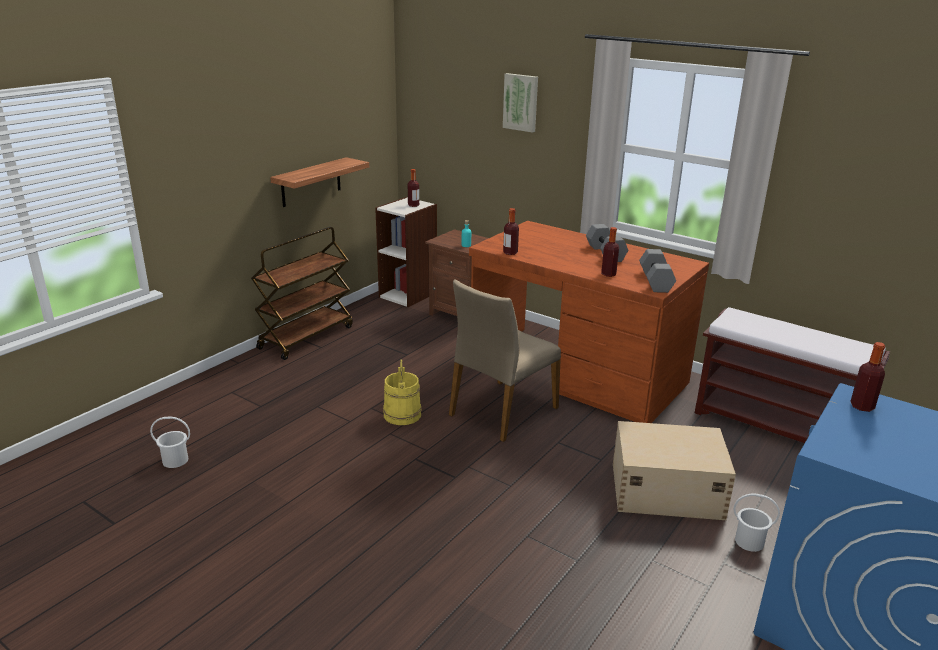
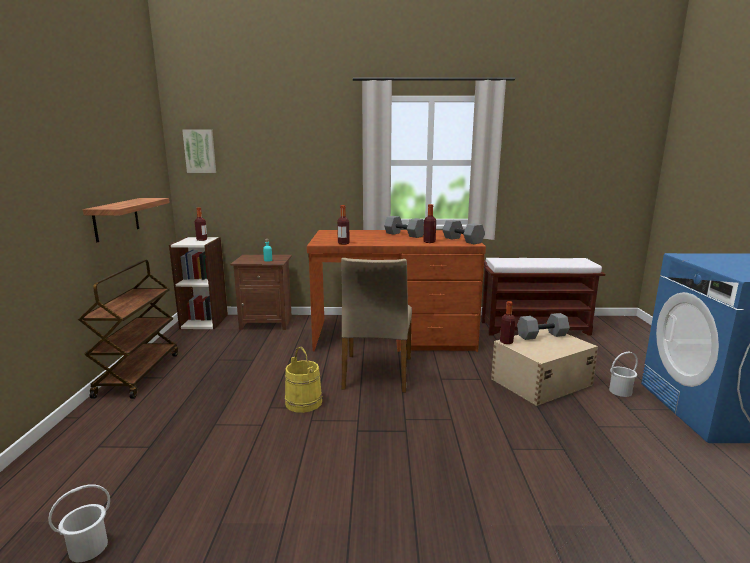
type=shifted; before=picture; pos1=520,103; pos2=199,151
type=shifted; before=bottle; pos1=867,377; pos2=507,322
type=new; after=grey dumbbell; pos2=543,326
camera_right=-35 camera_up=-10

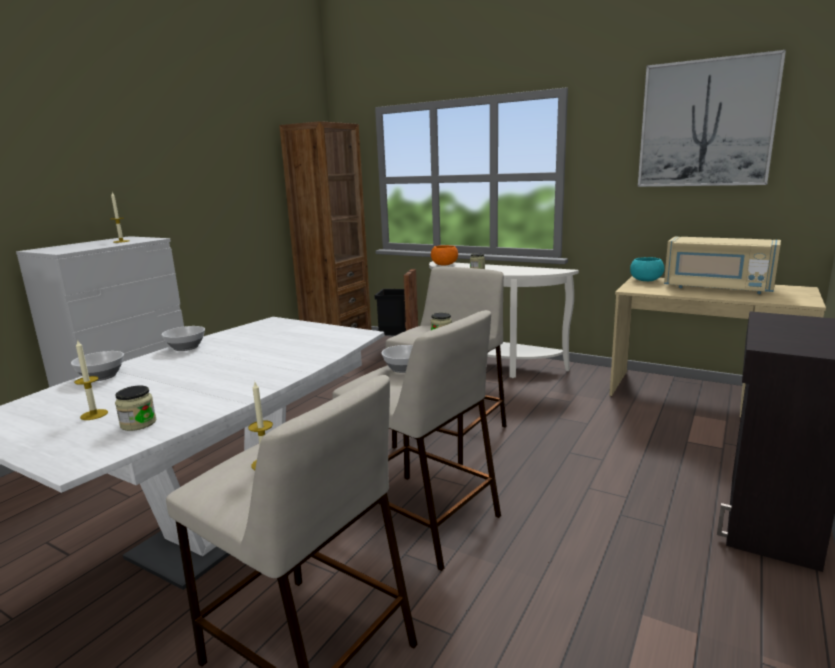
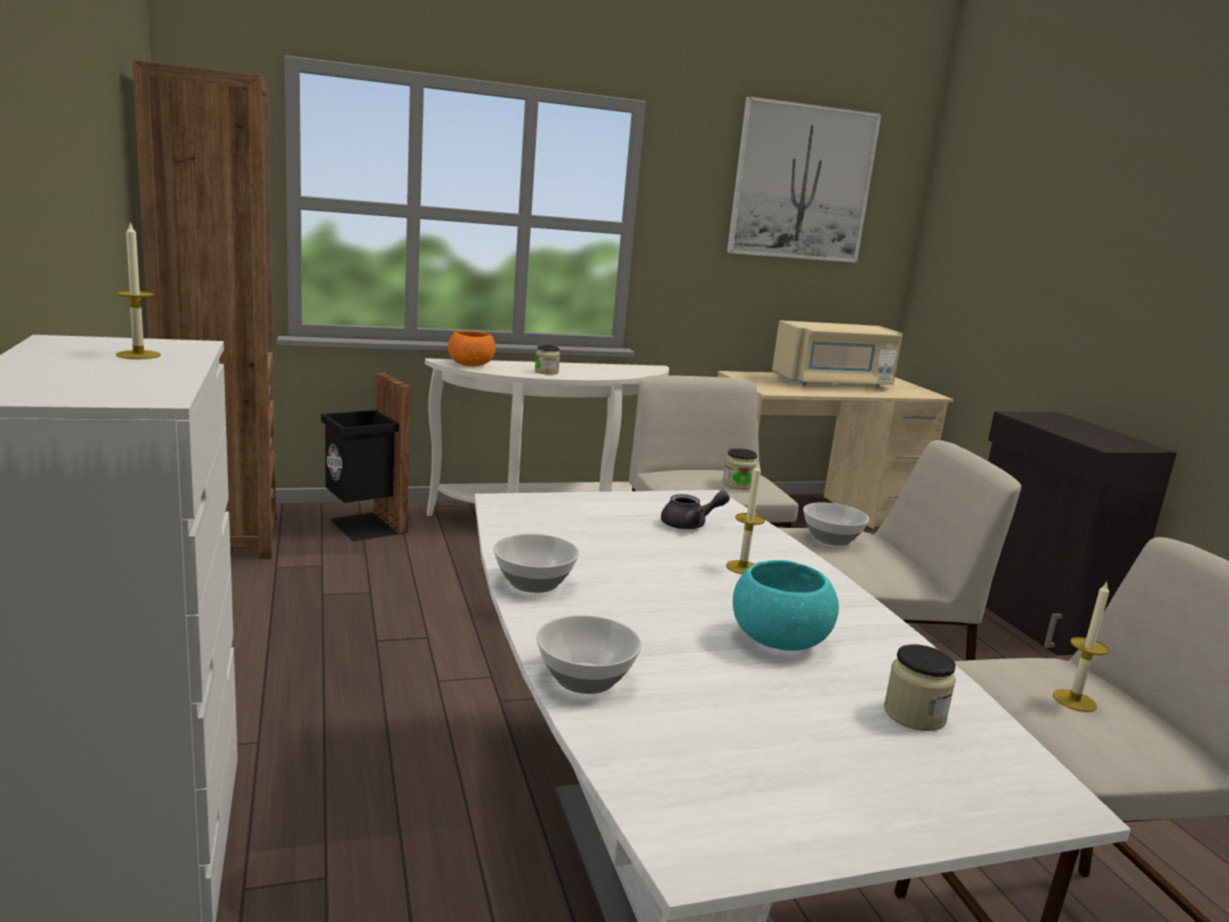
type=new; after=grey teapot; pos2=695,510
type=shifted; before=candle; pos1=91,379; pos2=745,518
type=shifted; before=turquoise bowl; pos1=647,269; pos2=786,605
camera_right=-50 camera_up=0

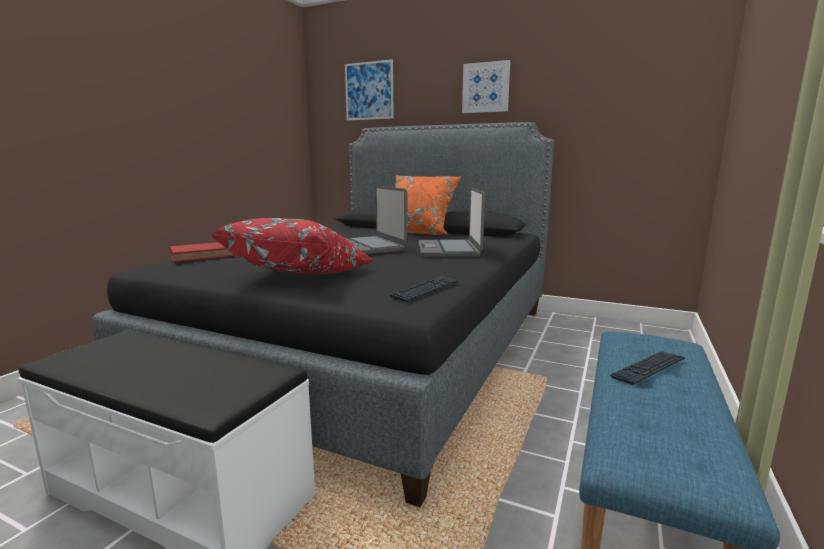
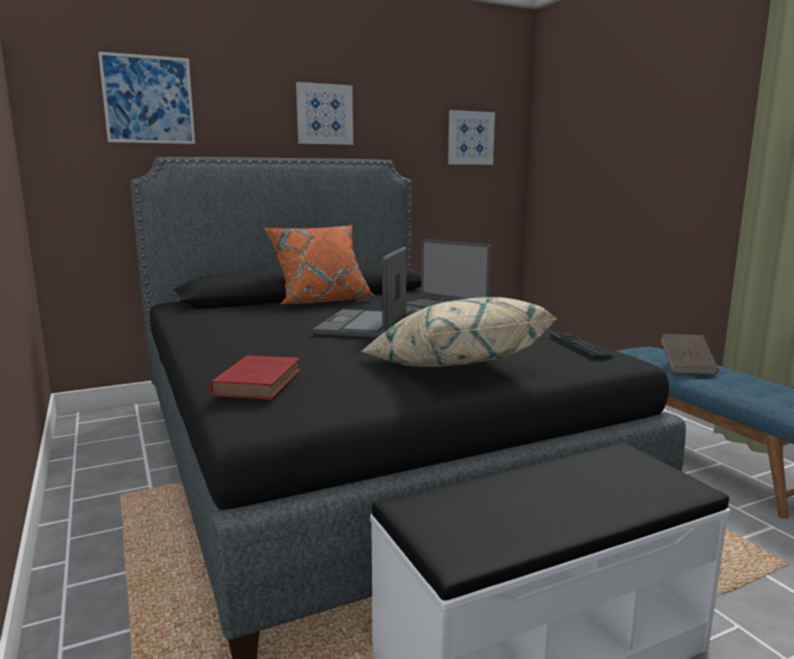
type=rotated; before=laptop; pos1=376,220; pos2=360,292; turn=90
type=repainted; before=red pillow; after=beige pillow; pos1=292,246; pos2=459,332
type=new; after=picture; pos2=471,137
type=swapped; before=keyboard; after=brown book; pos1=647,368; pos2=690,354
camera_right=-50 camera_up=0

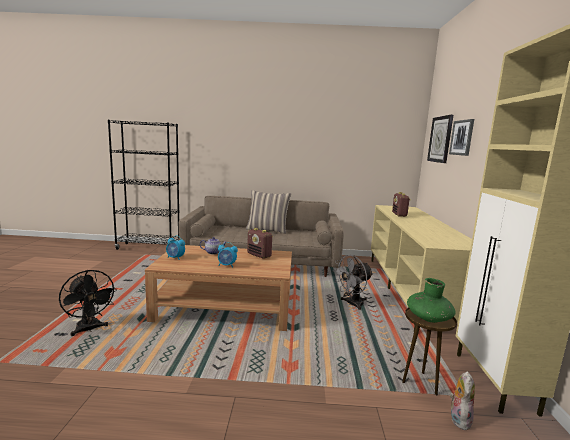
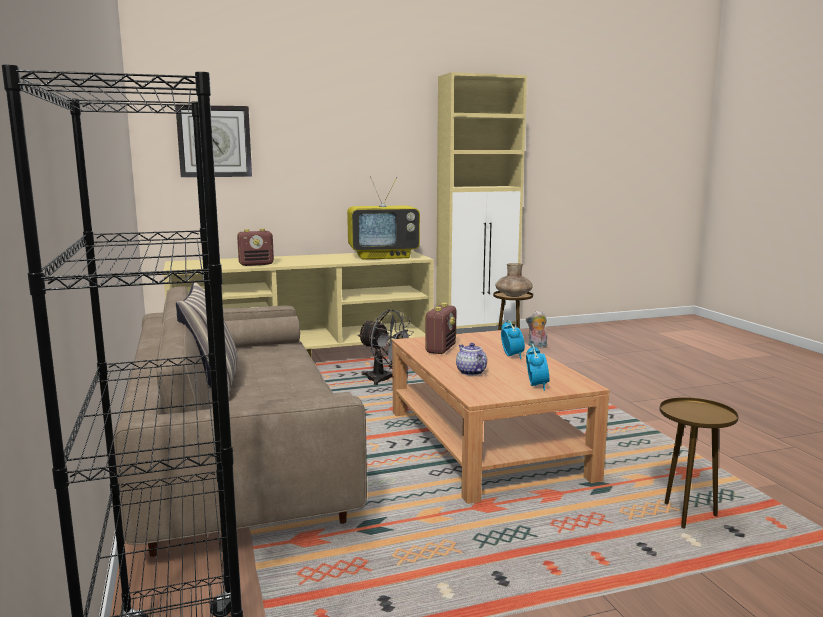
type=new; after=television; pos2=383,218
type=repainted; before=green vase; after=brown vase; pos1=431,300; pos2=514,280
type=swapped; before=black fan; after=brown side table; pos1=88,303; pos2=699,463
type=gone; before=picture; pos1=461,137
camera_right=-110 camera_up=0

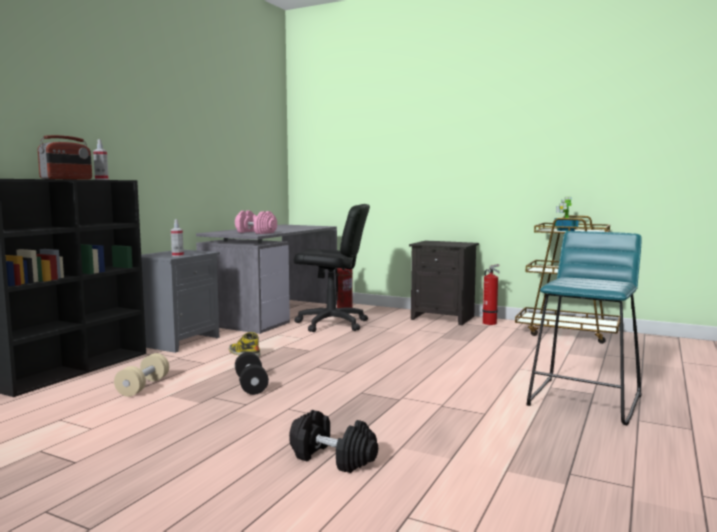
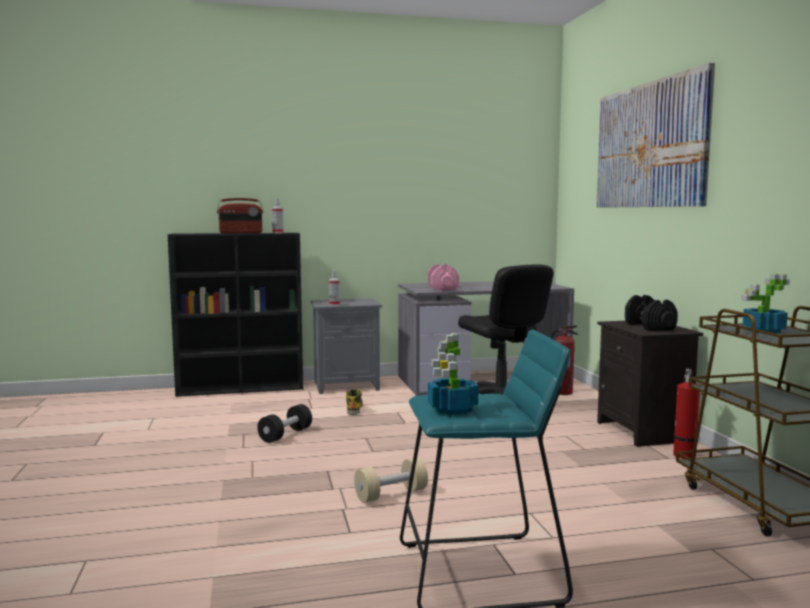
type=shifted; before=beige dumbbell; pos1=141,375; pos2=391,480
type=new; after=potted plant; pos2=453,374
type=new; after=picture; pos2=655,135
type=shifted; before=black dumbbell; pos1=333,441; pos2=651,313
camera_right=50 camera_up=0

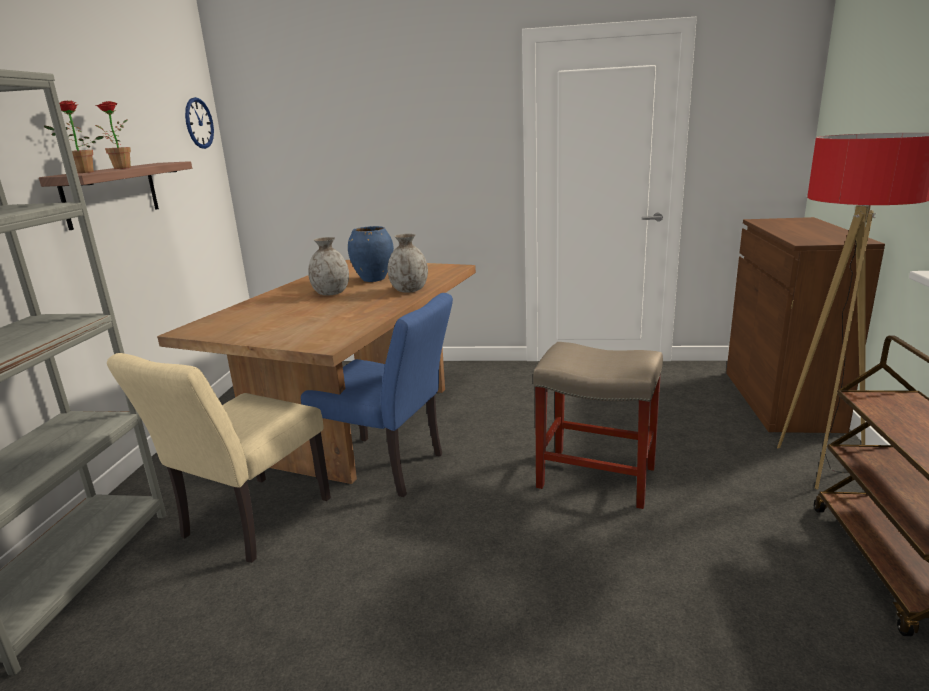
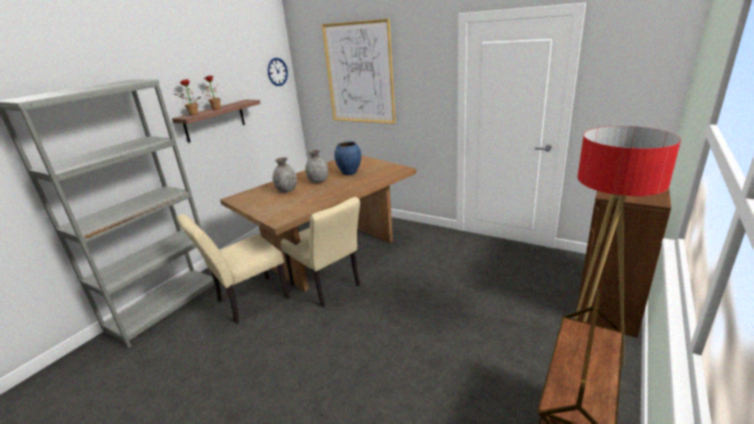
type=shifted; before=grey vase; pos1=408,263; pos2=285,174
type=repainted; before=blue chair; after=beige chair; pos1=377,395; pos2=321,252
type=new; after=picture; pos2=359,71
type=gone; before=beige stool; pos1=598,425
camera_right=25 camera_up=5

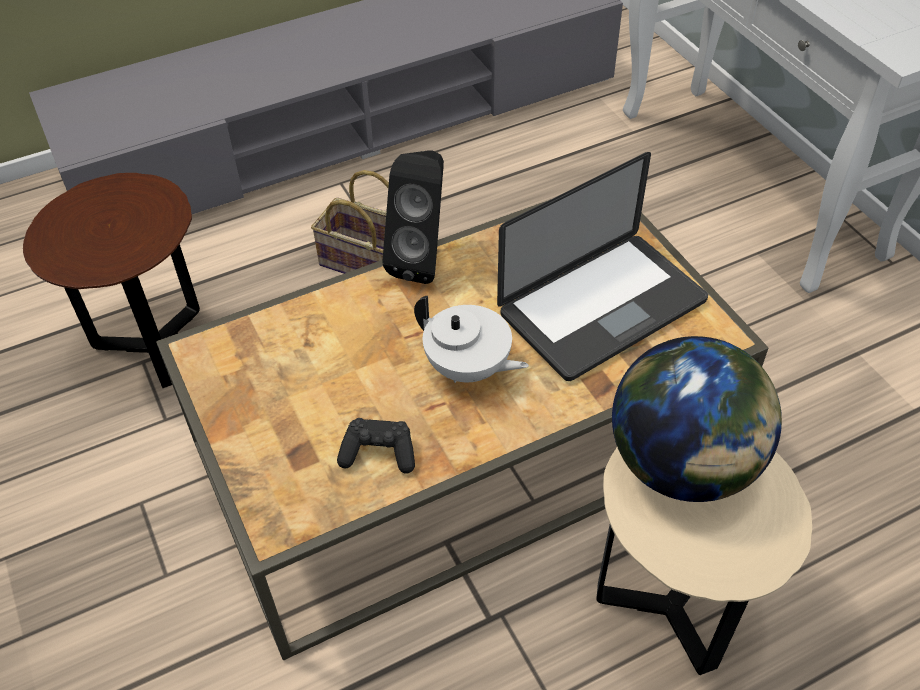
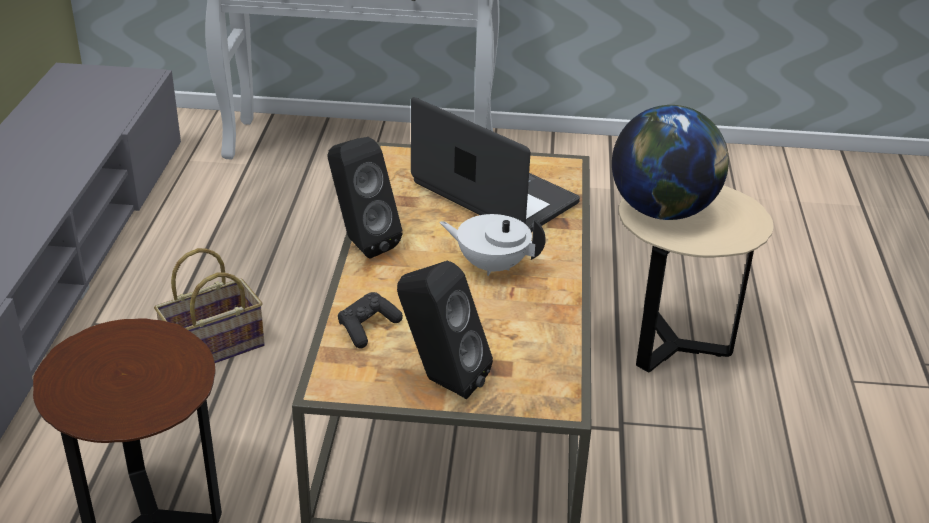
type=shifted; before=black game controller; pos1=376,445; pos2=370,320
type=new; after=black speaker; pos2=445,330
type=rotated; before=laptop; pos1=602,266; pos2=495,164; turn=-45
type=rotated; before=white teapot; pos1=471,339; pos2=492,245; turn=-135
camera_right=-60 camera_up=-15

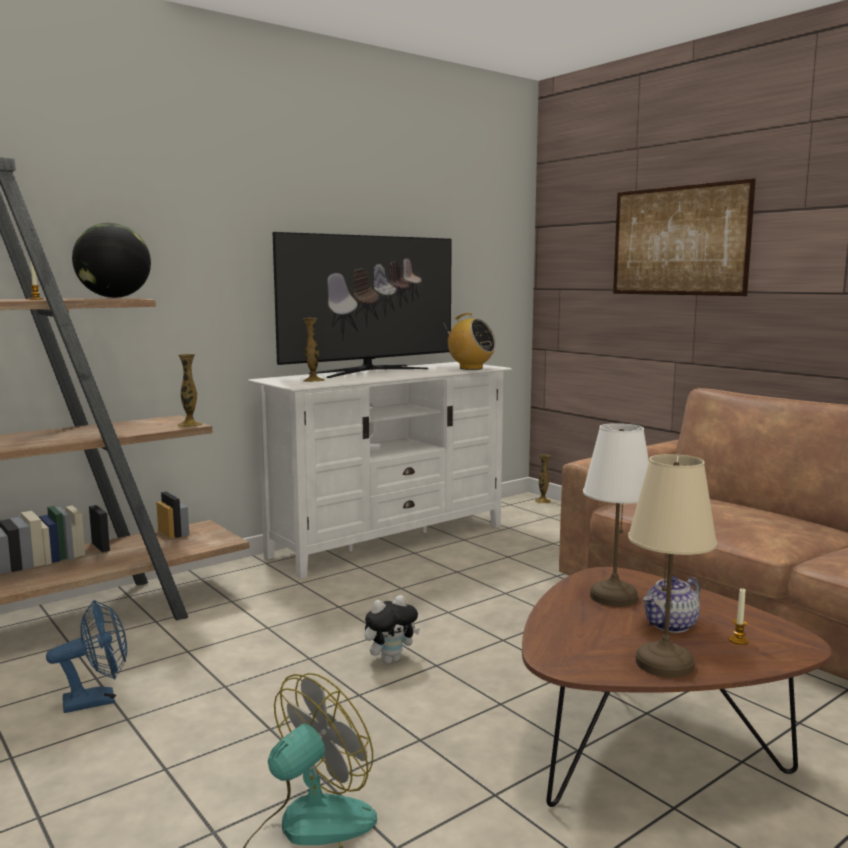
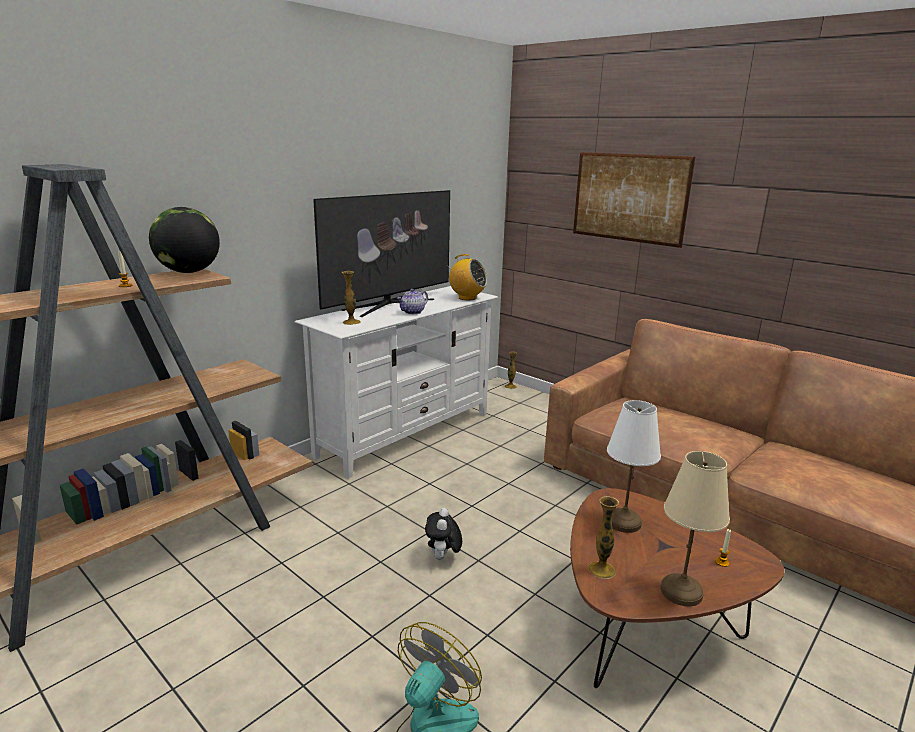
type=shifted; before=teapot; pos1=671,604; pos2=412,301
type=rotated; before=plush toy; pos1=392,629; pos2=443,534; turn=135
type=shifted; before=vase; pos1=190,390; pos2=603,537
type=gone; before=blue fan; pos1=86,656
camera_right=-10 camera_up=10

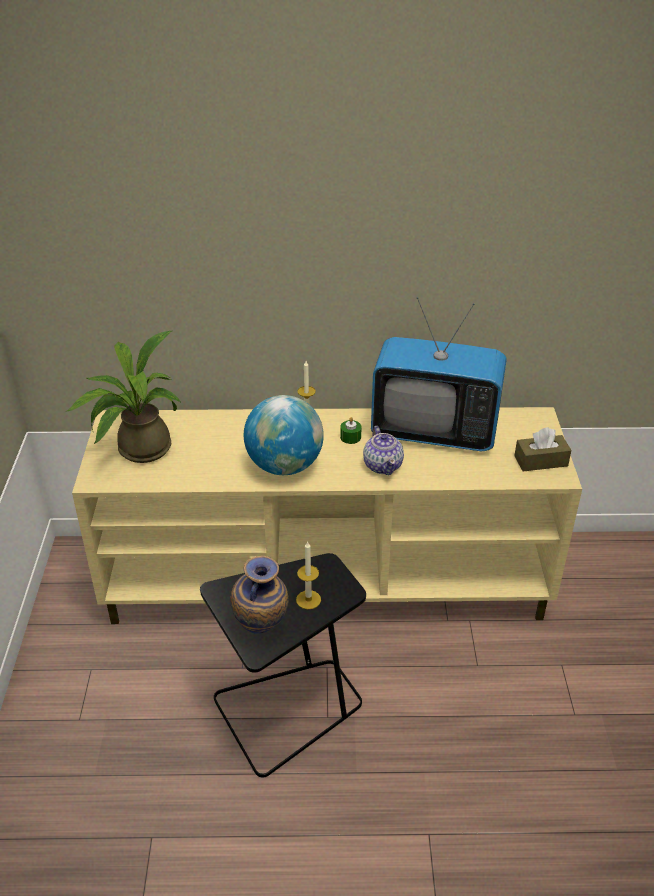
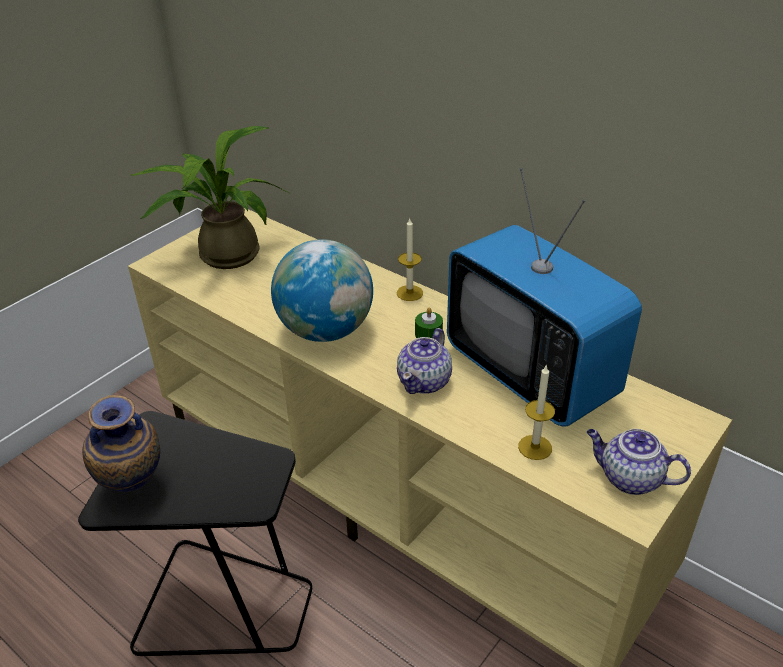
type=shifted; before=candle; pos1=308,575; pos2=536,412
type=swapped; before=brown tissue box; after=teapot; pos1=543,449; pos2=639,462
camera_right=40 camera_up=0

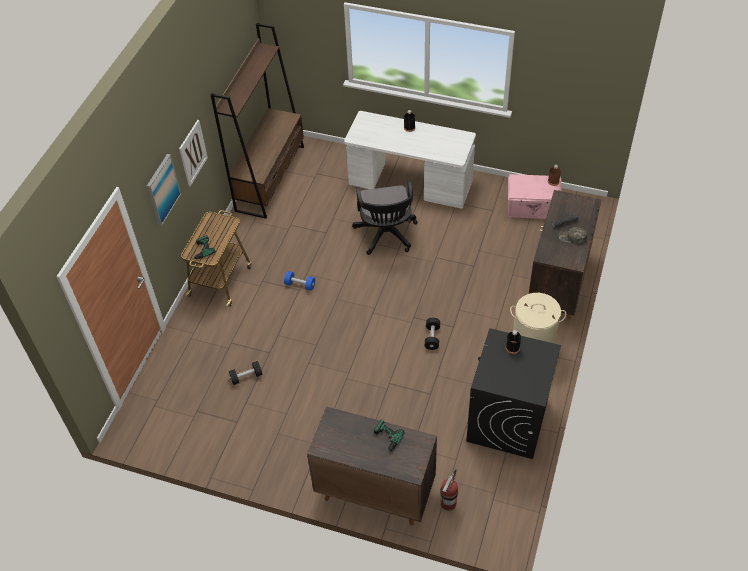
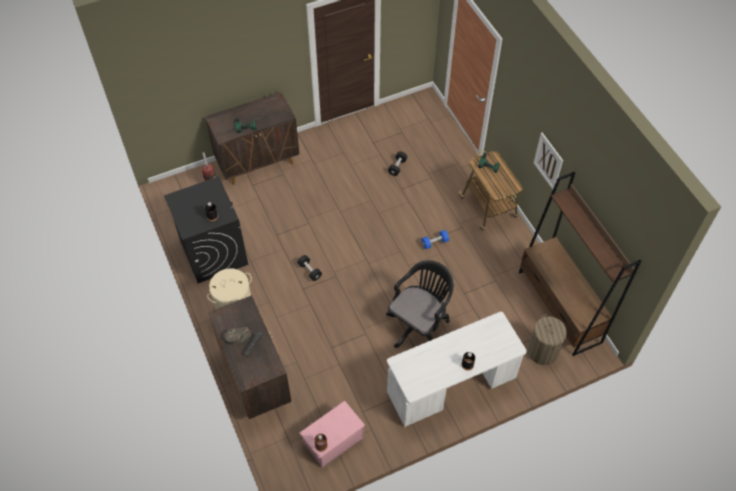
type=rotated; before=black office chair; pos1=384,217; pos2=420,304; turn=90
type=new; after=laundry basket; pos2=547,339
type=gone; before=picture; pos1=164,190
camera_right=135 camera_up=5

